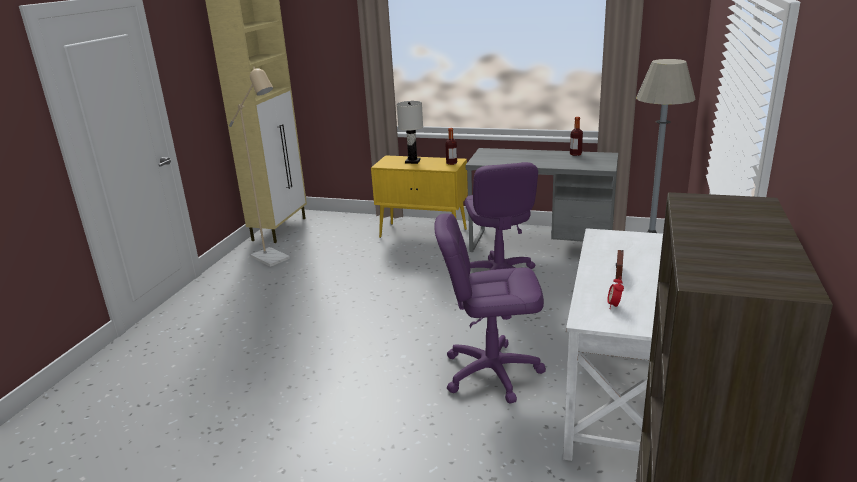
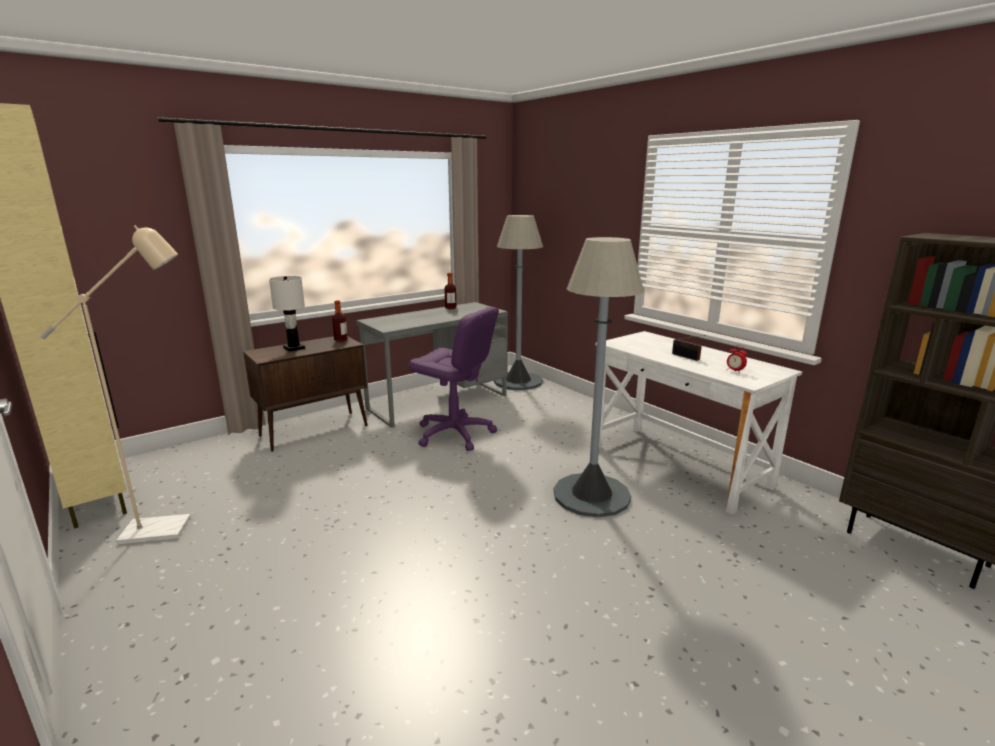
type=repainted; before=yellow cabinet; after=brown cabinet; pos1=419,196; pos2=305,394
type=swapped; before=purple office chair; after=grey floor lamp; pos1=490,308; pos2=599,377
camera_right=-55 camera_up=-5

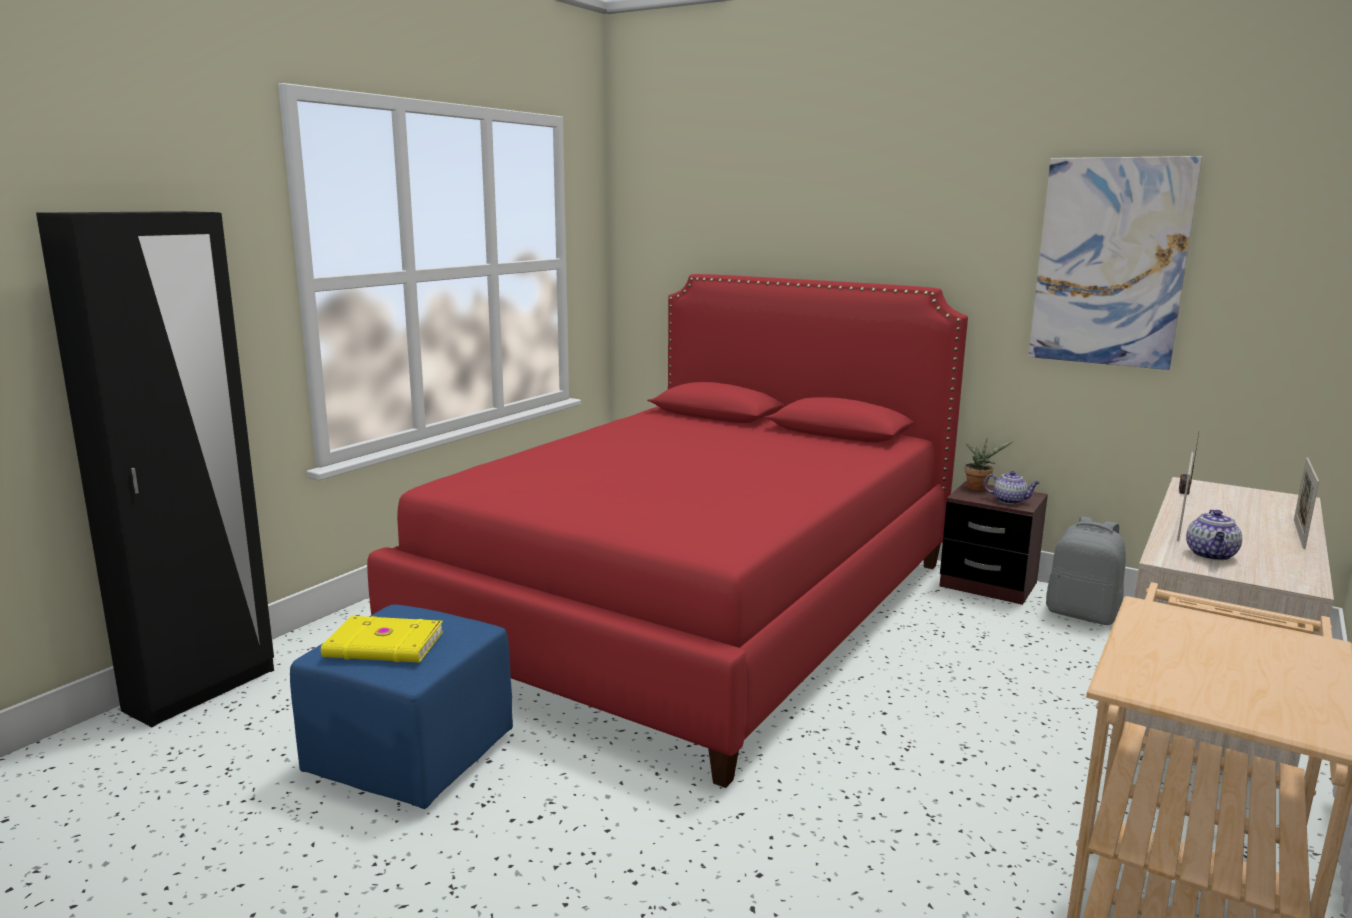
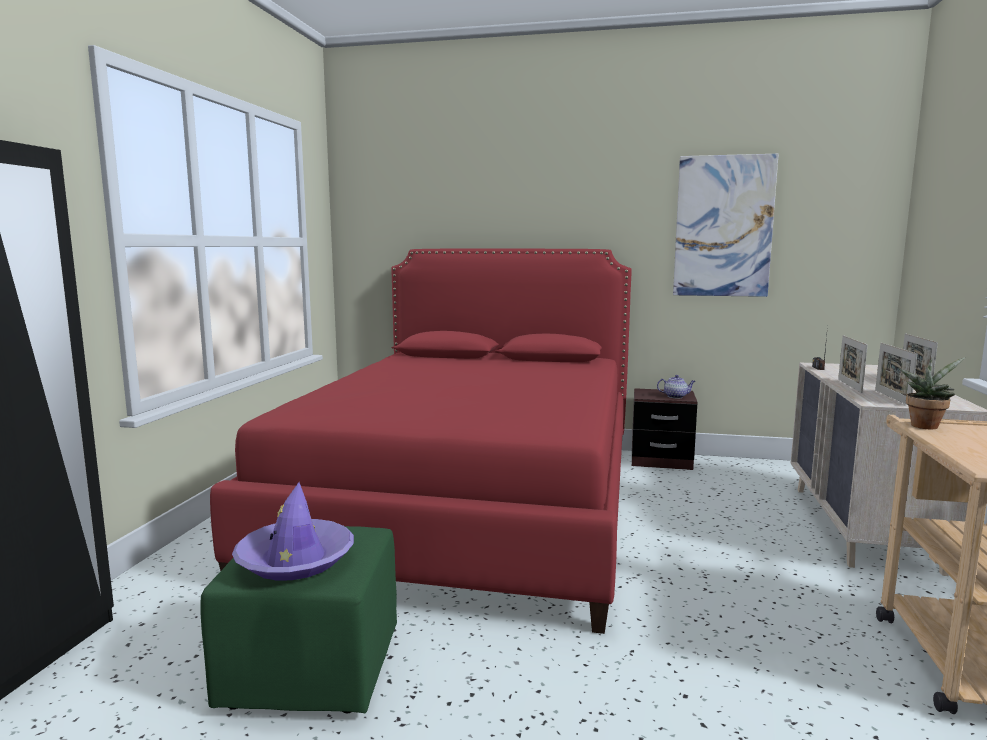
type=repainted; before=blue ottoman; after=green ottoman; pos1=401,706; pos2=298,620
type=swapped; before=yellow book; after=purple hat; pos1=382,639; pos2=293,531
type=swapped; before=teapot; after=picture frame; pos1=1214,535; pos2=896,374
type=shifted; before=potted plant; pos1=988,465; pos2=932,393
type=gone; before=grey backpack; pos1=1086,571
camera_right=-20 camera_up=-5

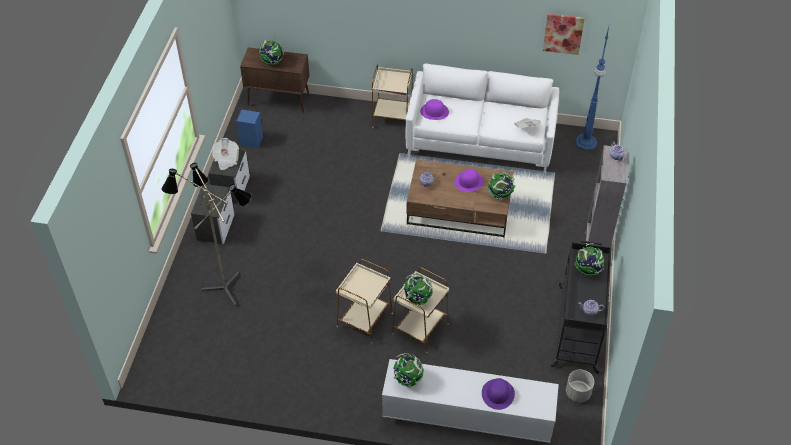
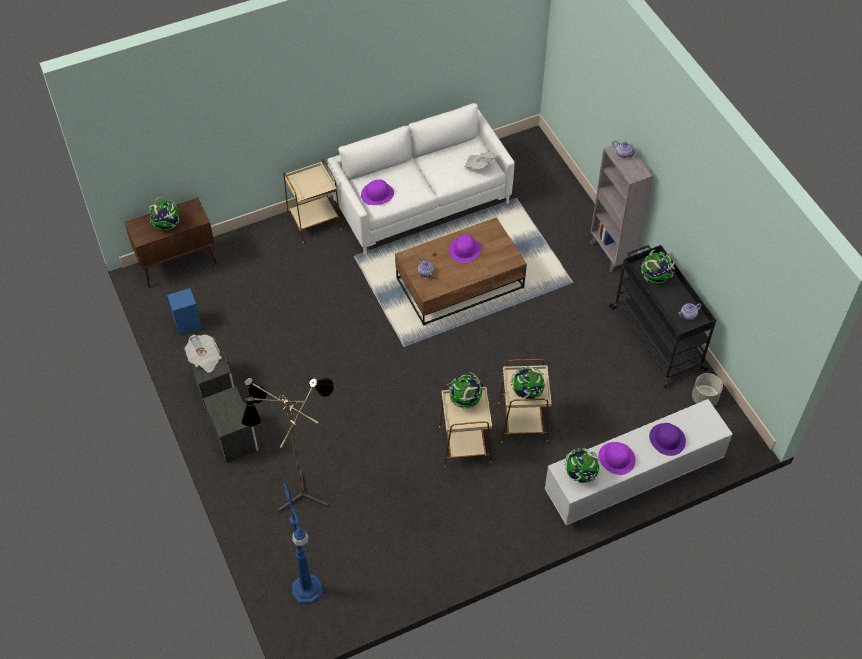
type=shifted; before=blue floor lamp; pos1=592,89; pos2=302,543
type=shifted; before=globe; pos1=502,186; pos2=465,390
type=new; after=purple hat; pos2=617,458
type=gone; before=picture; pos1=564,34
camera_right=-35 camera_up=5

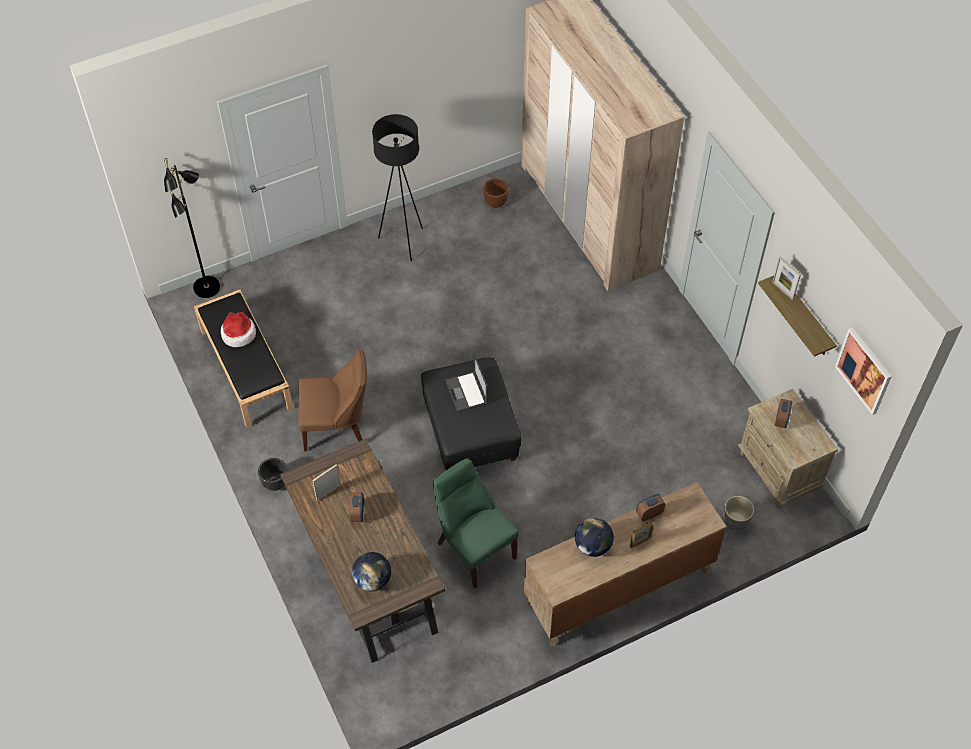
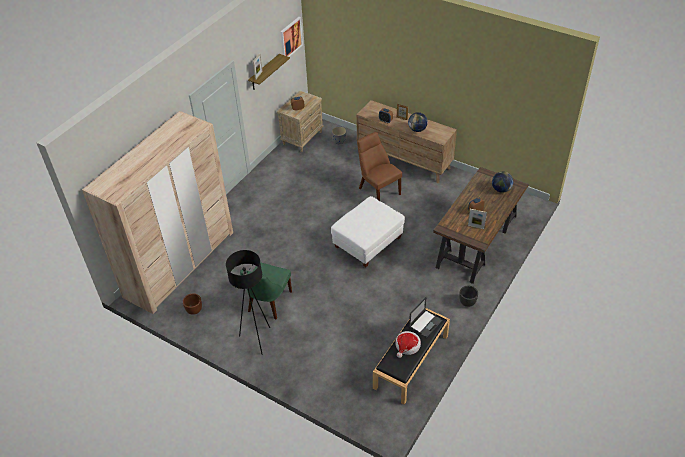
type=shifted; before=green chair; pos1=476,523; pos2=266,290
type=repainted; before=black ottoman; after=white ottoman; pos1=471,413; pos2=368,231
type=shifted; before=brown chair; pos1=333,400; pos2=379,166
type=shifted; before=laptop; pos1=466,383; pos2=425,317
type=gone; before=black floor lamp; pos1=192,228
camera_right=-120 camera_up=-10

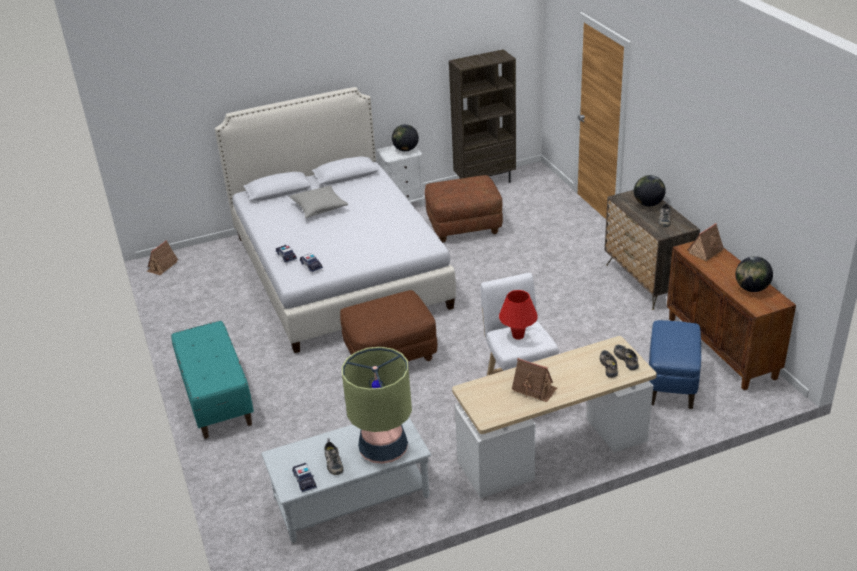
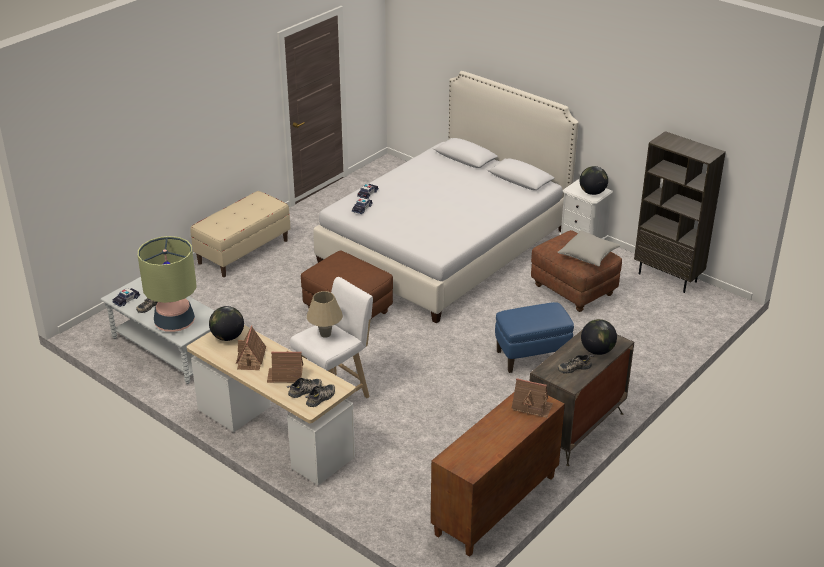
type=repainted; before=turquoise bench; after=beige bench; pos1=212,380; pos2=240,234
type=shifted; before=globe; pos1=754,274; pos2=226,323
type=shifted; before=toy house; pos1=162,257; pos2=285,367
type=repainted; before=red table lamp; after=beige table lamp; pos1=518,315; pos2=325,314
type=shifted; before=blue ottoman; pos1=675,364; pos2=534,337
type=shifted; before=grey pillow; pos1=318,202; pos2=588,248
camera_right=60 camera_up=0

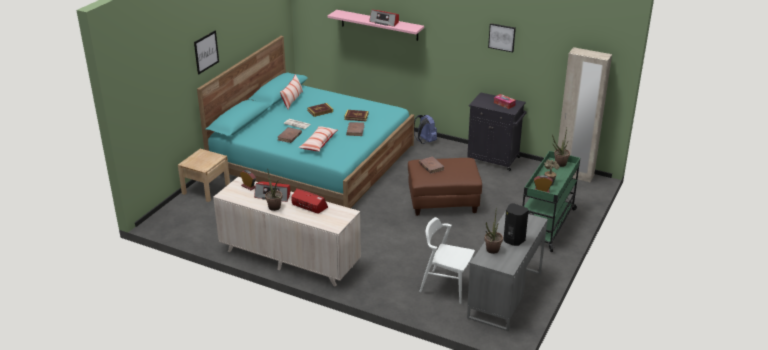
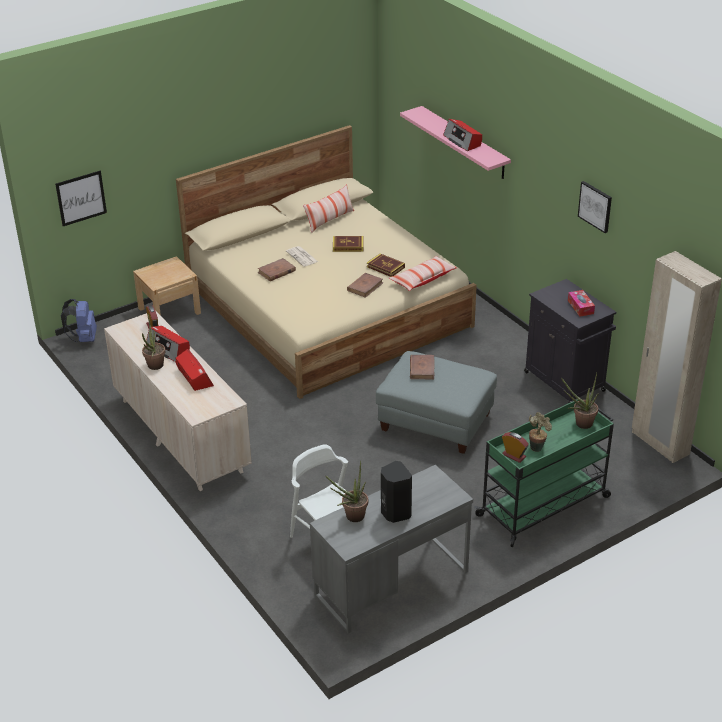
type=shifted; before=picture; pos1=206,52; pos2=81,198
type=shifted; before=blue backpack; pos1=425,129; pos2=79,320
type=repainted; before=turquoise bed; after=beige bed; pos1=305,122; pos2=326,262
type=repainted; before=brown ottoman; after=grey ottoman; pos1=445,187; pos2=436,402
type=shifted; before=pillow; pos1=318,139; pos2=423,273
camera_right=30 camera_up=5

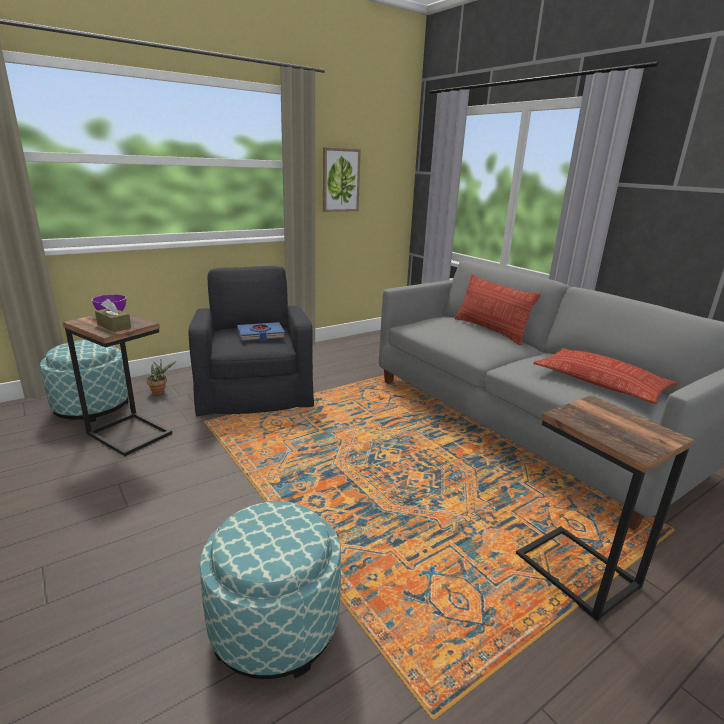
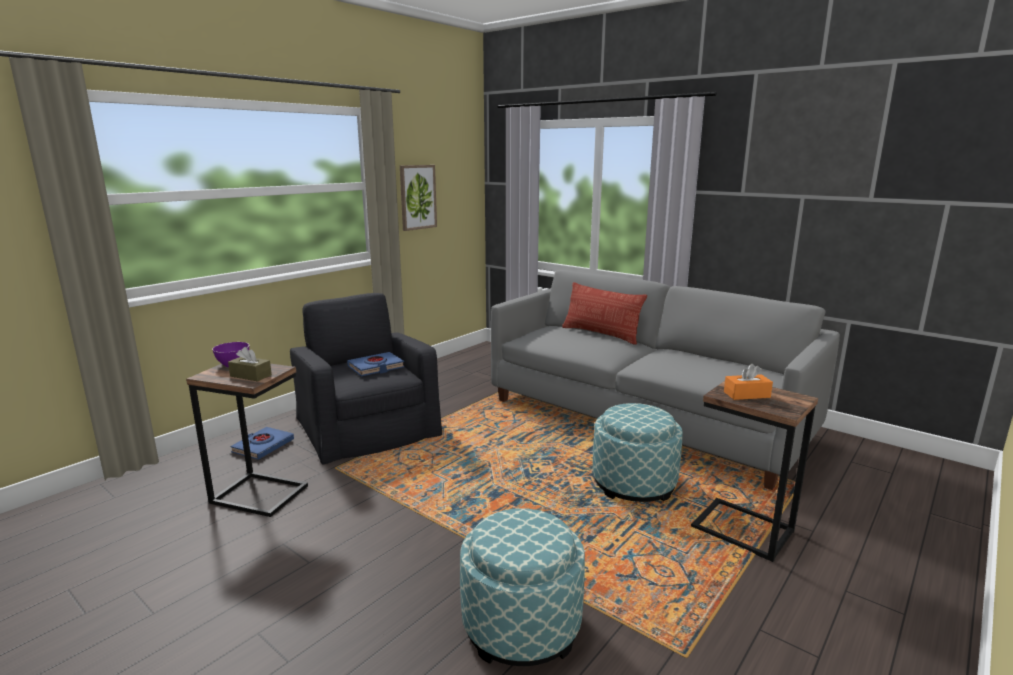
type=swapped; before=potted plant; after=blue book; pos1=161,377; pos2=262,443
type=shifted; before=ottoman; pos1=84,381; pos2=638,452
type=new; after=orange tissue box; pos2=748,382
type=gone; before=pillow; pos1=605,376
camera_right=-15 camera_up=-5

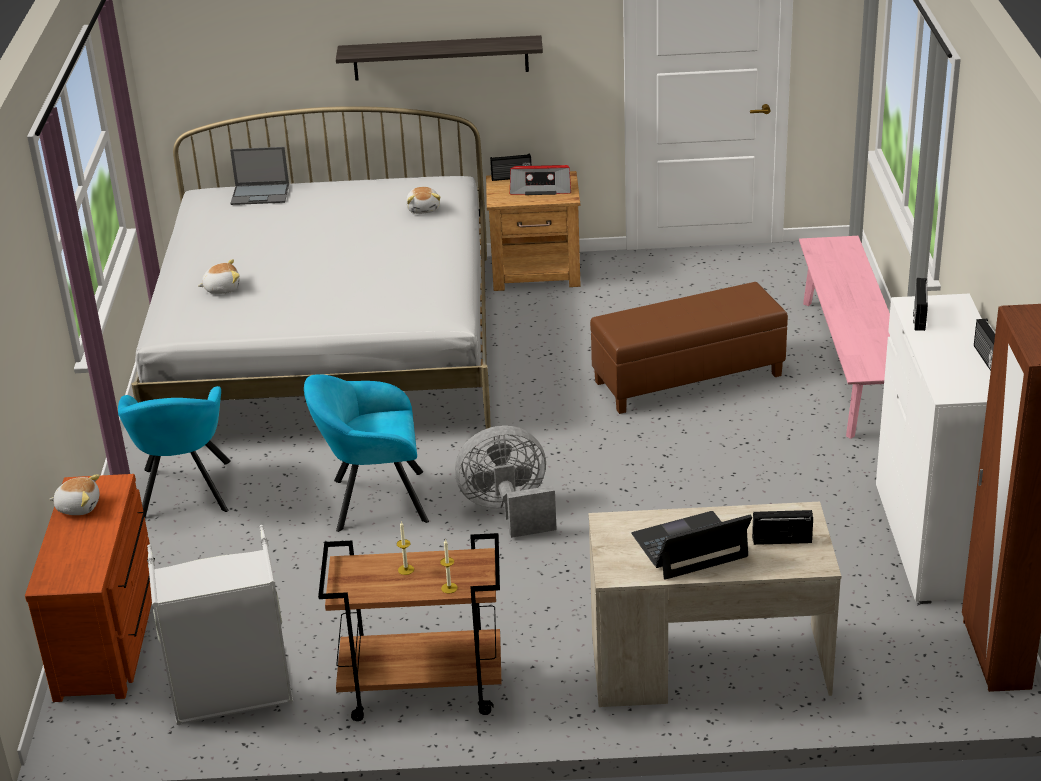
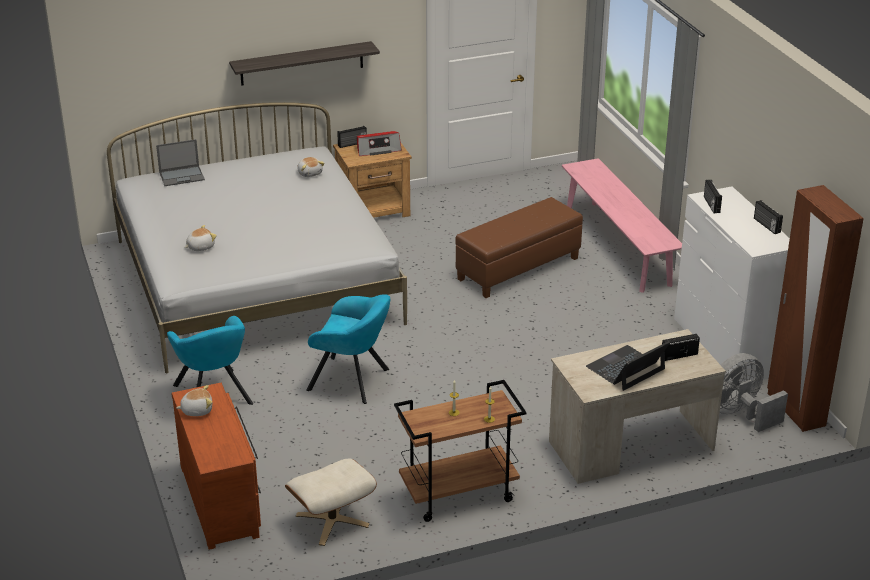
type=swapped; before=grey laundry basket; after=beige ottoman; pos1=220,625; pos2=331,502
type=rotated; before=turquoise armchair; pos1=366,453; pos2=348,349; turn=-135
type=shifted; before=grey fan; pos1=506,481; pos2=753,392
camera_right=-20 camera_up=0

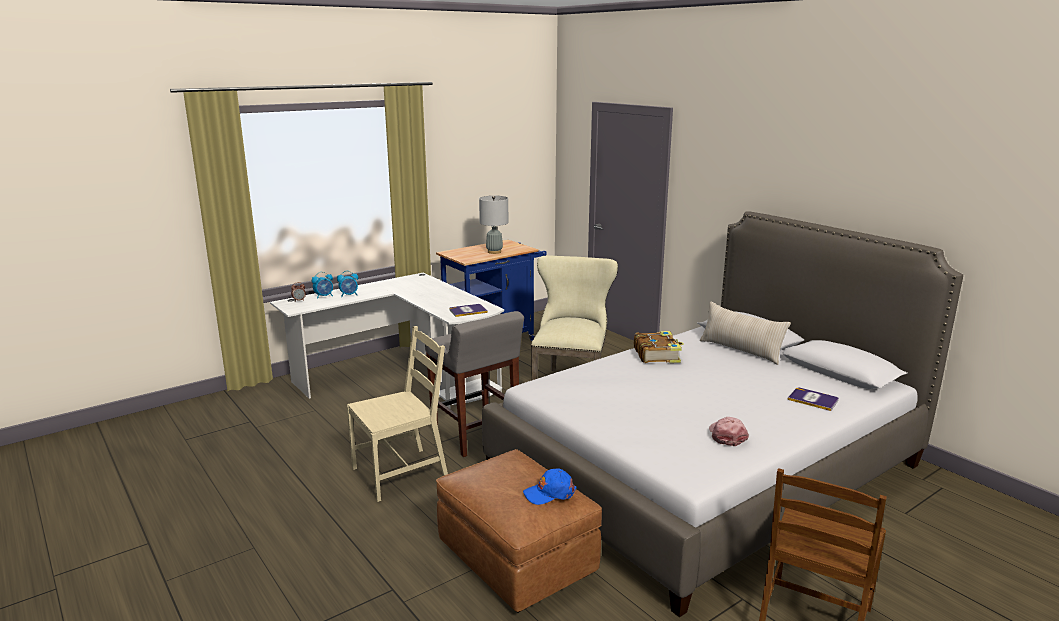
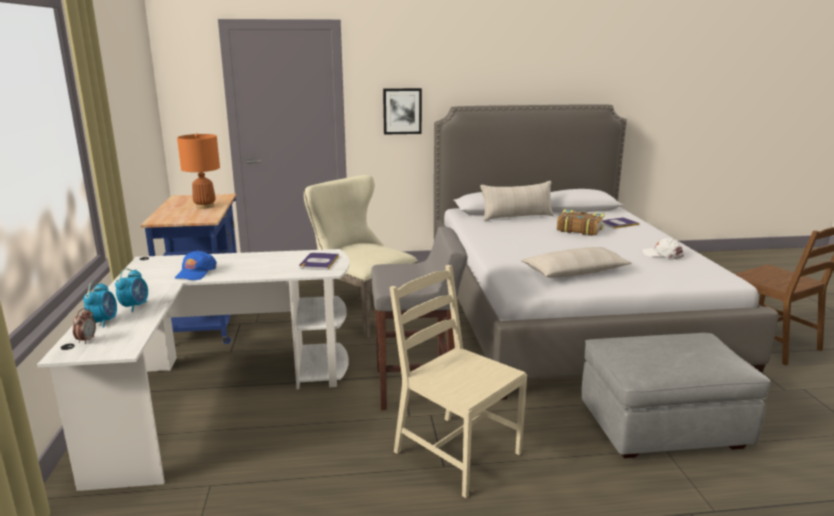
type=shifted; before=blue cap; pos1=550,486; pos2=196,265
type=repainted; before=grey table lamp; after=orange table lamp; pos1=493,225; pos2=198,171
type=new; after=picture; pos2=402,111
type=rotated; before=beige chair; pos1=397,414; pos2=458,381; turn=-45
type=new; after=beige pillow; pos2=576,262
type=shifted; before=book; pos1=659,347; pos2=581,222
type=repainted; before=brown ottoman; after=grey ottoman; pos1=519,531; pos2=676,395
type=repainted; before=pink cap; after=white cap; pos1=729,431; pos2=663,248
camera_right=-60 camera_up=0

